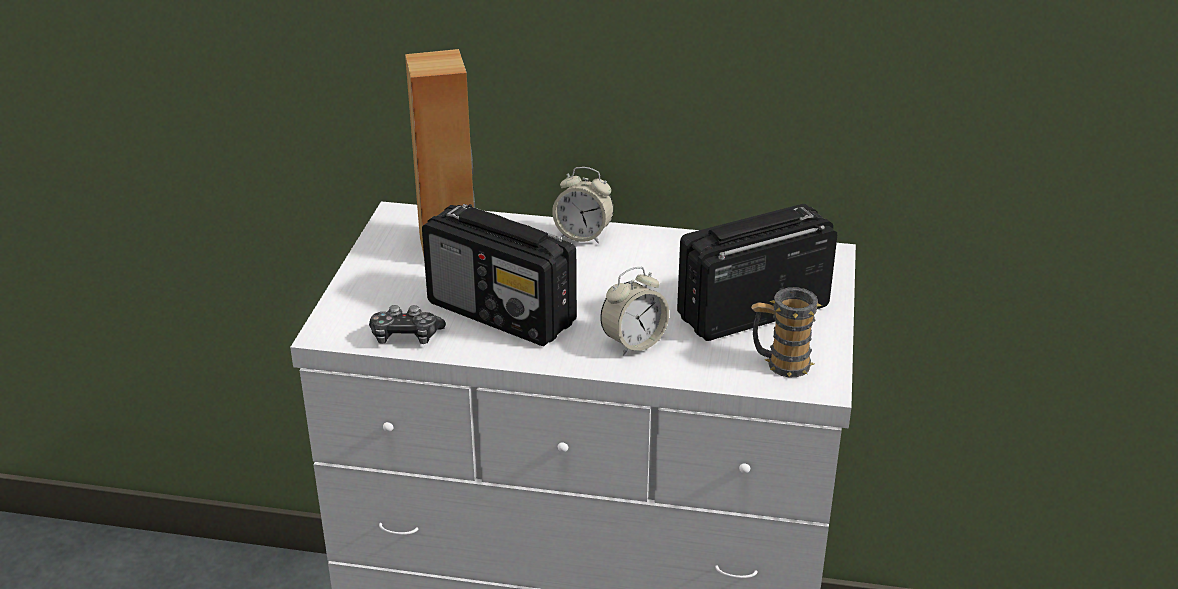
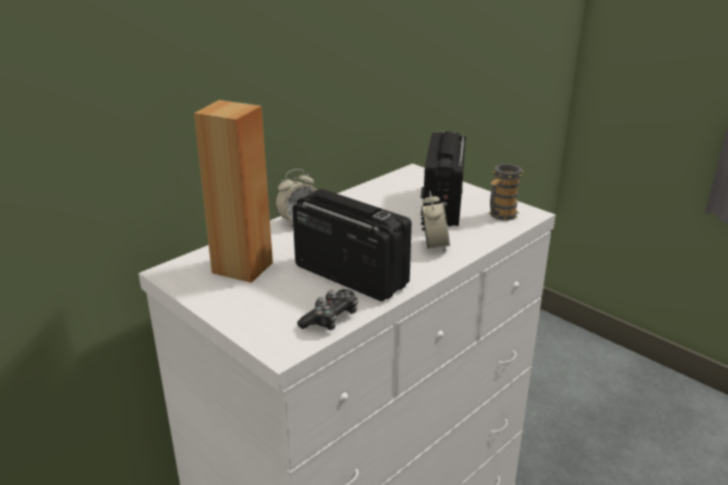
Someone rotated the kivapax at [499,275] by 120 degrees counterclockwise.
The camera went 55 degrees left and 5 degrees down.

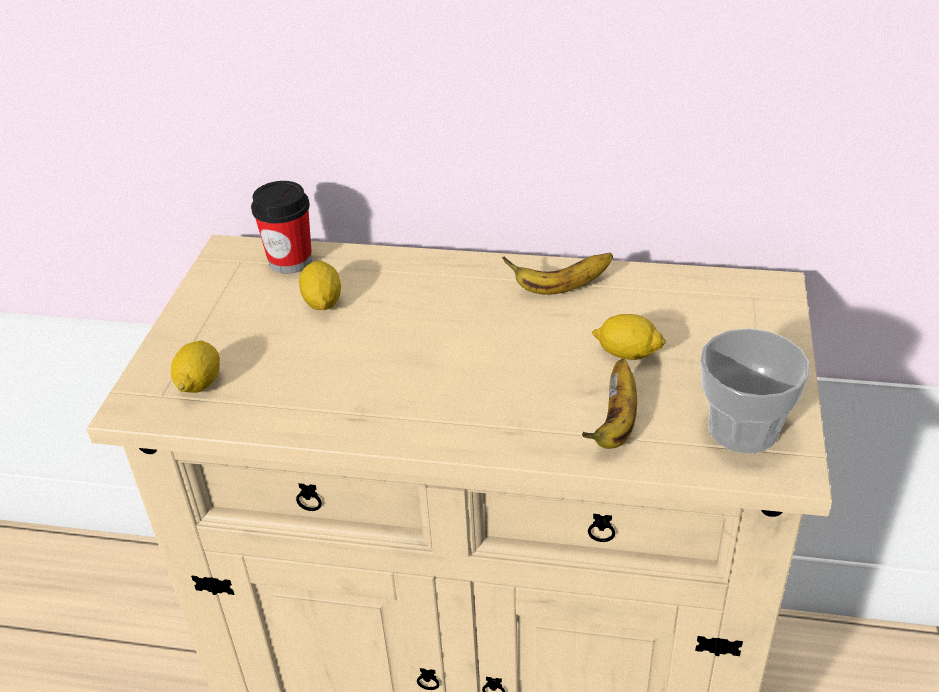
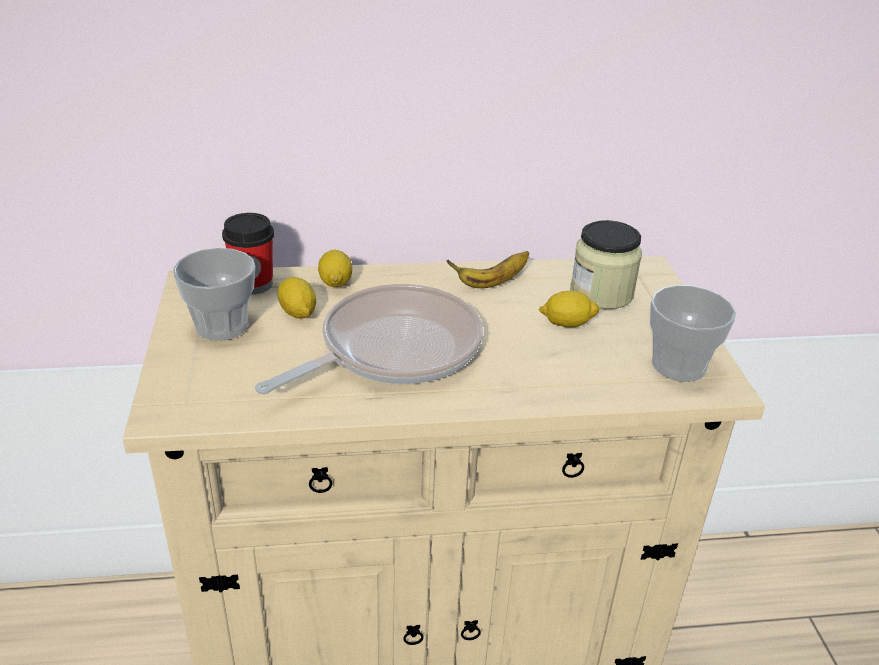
Someone took away the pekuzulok at [609,404].
Someone put down the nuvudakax at [214,294].
Someone put down the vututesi at [369,339].
Someone put down the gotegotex at [606,264].
Someone carried the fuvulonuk from [195,366] to [335,268].
The camera went 20 degrees left and 5 degrees down.

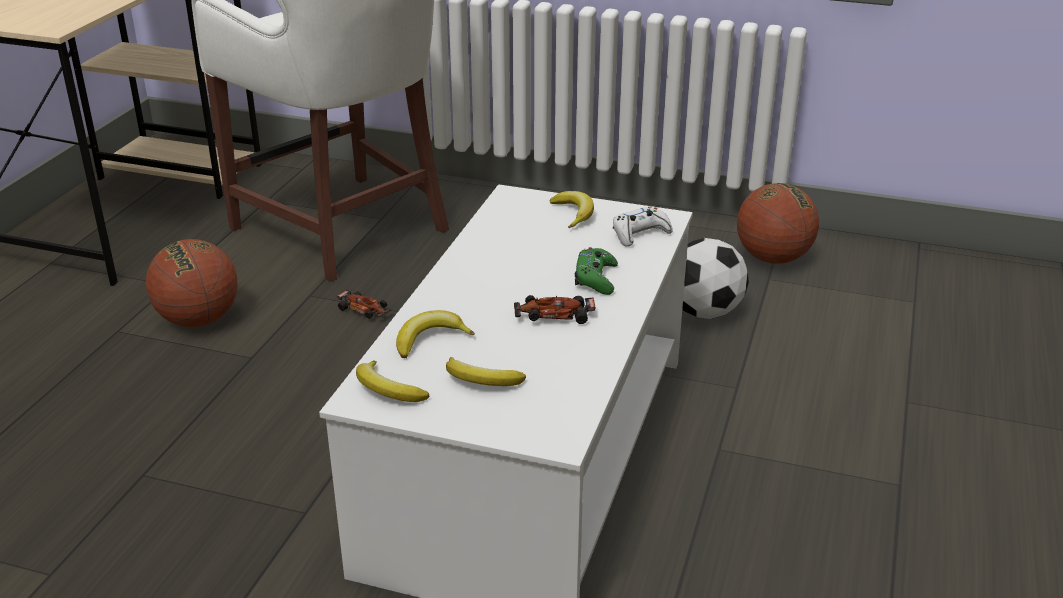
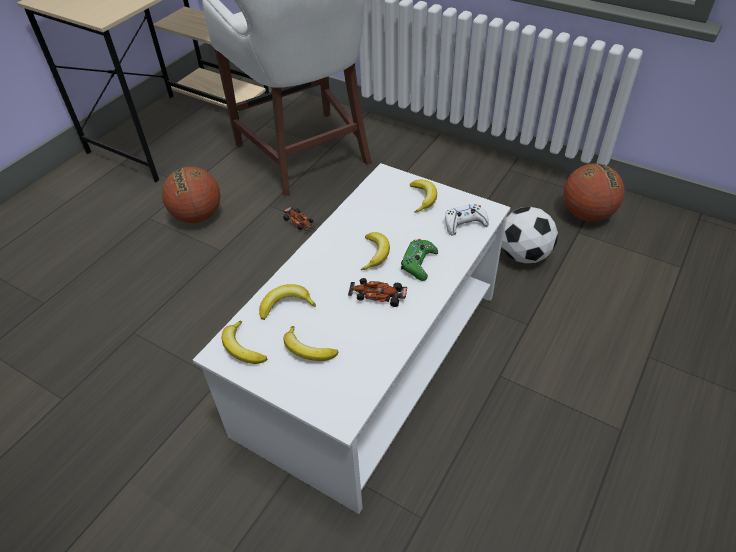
Someone put down the pekuzulok at [375,251].
The camera went 15 degrees right and 15 degrees up.

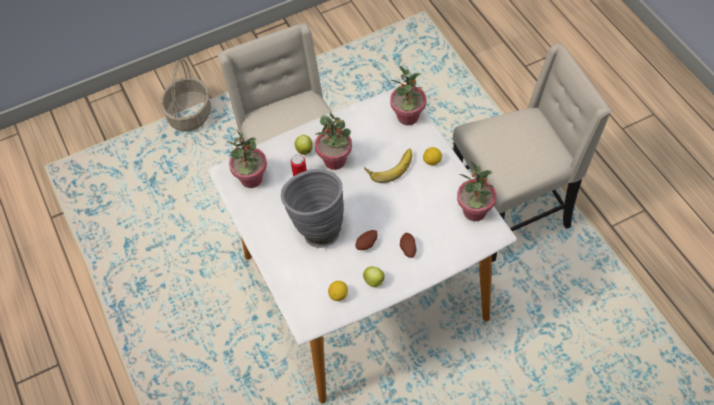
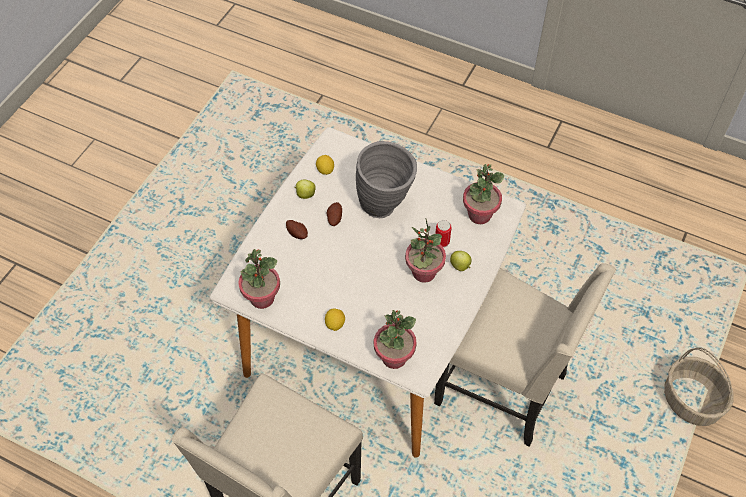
Someone took away the pekuzulok at [388,165].
The camera went 140 degrees right and 0 degrees up.

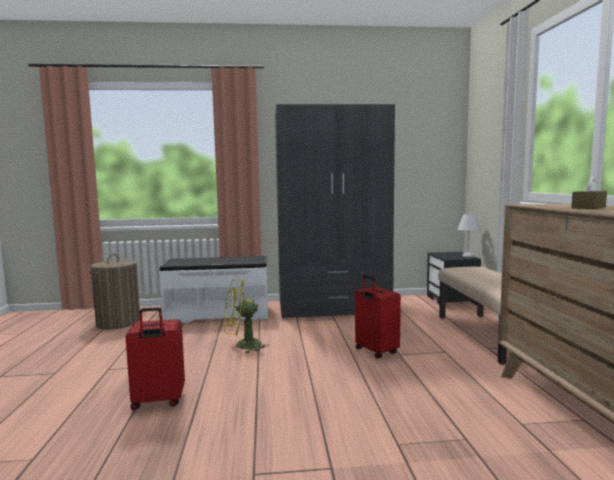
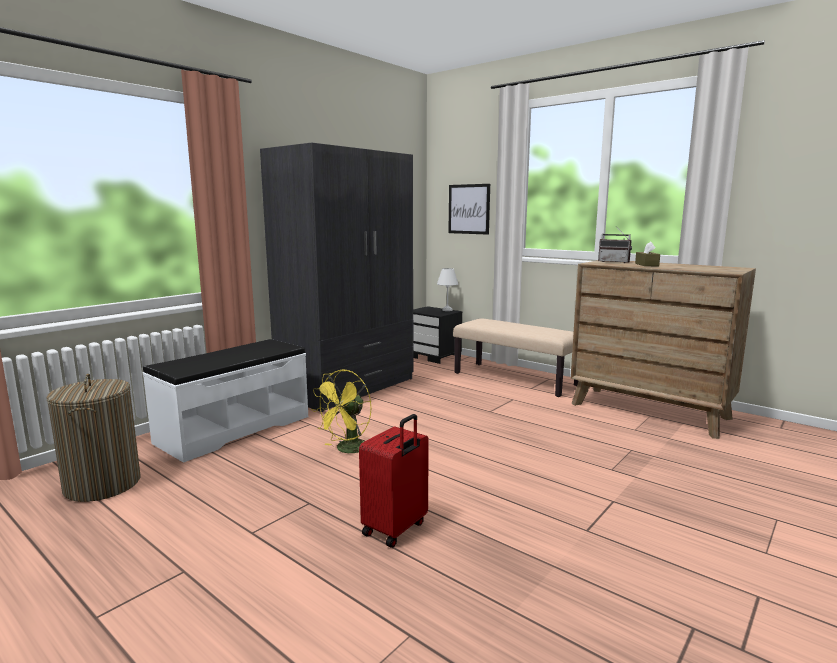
Someone took away the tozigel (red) at [378,316].
Someone put up the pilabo at [469,209].
Someone put down the kivapax at [615,248].
The camera went 45 degrees left and 5 degrees up.

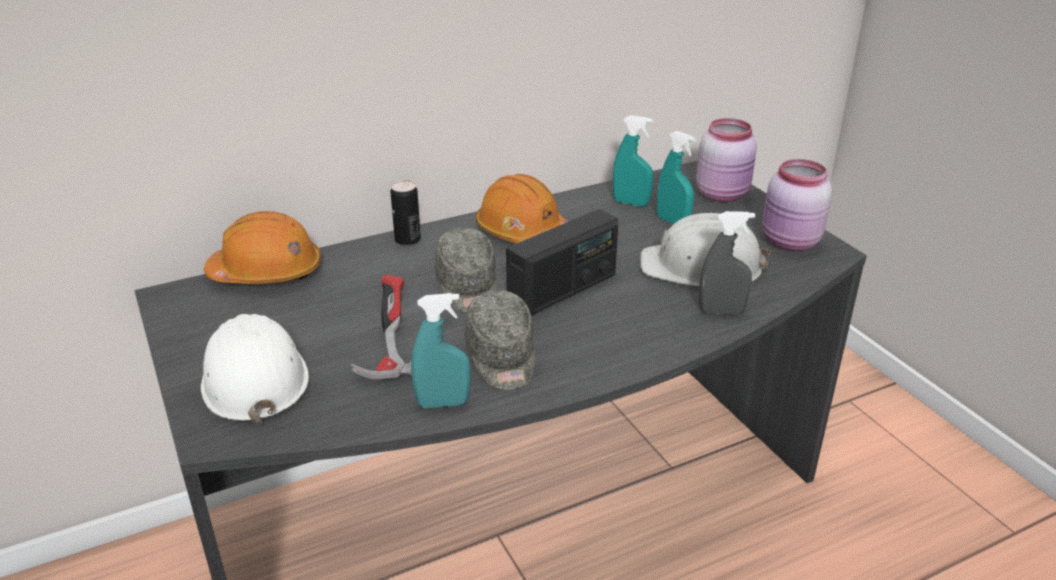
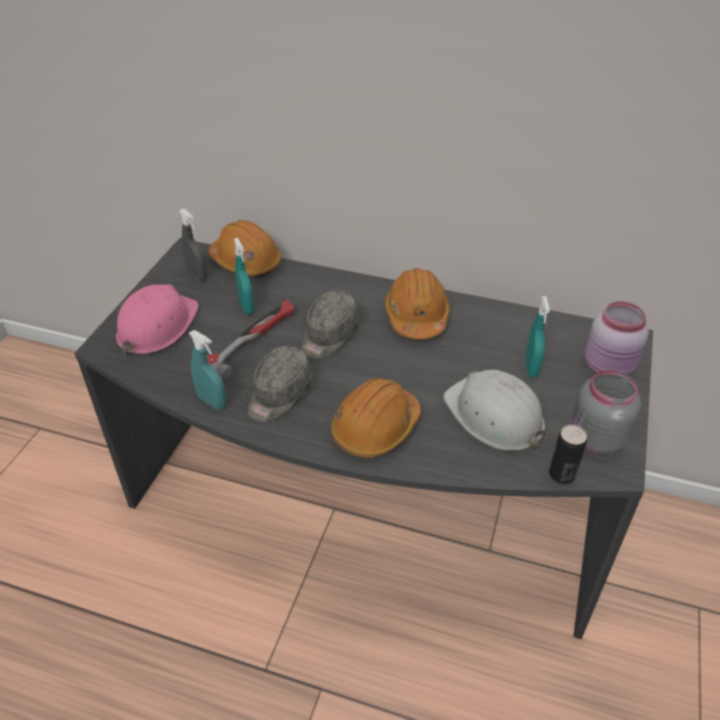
Someone took away the kivapax at [562,262].
Someone put down the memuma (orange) at [376,417].
Someone carried the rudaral from [405,213] to [568,454].
Someone carried the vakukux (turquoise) from [633,160] to [244,276].
Someone carried the vakukux (grey) from [727,262] to [193,244].
Someone repainted the memuma (white) at [255,370], which became the memuma (pink) at [157,319].
Someone repainted the gotegotex (pink) at [797,205], which became the gotegotex (grey) at [606,412].
The camera went 45 degrees right and 10 degrees up.

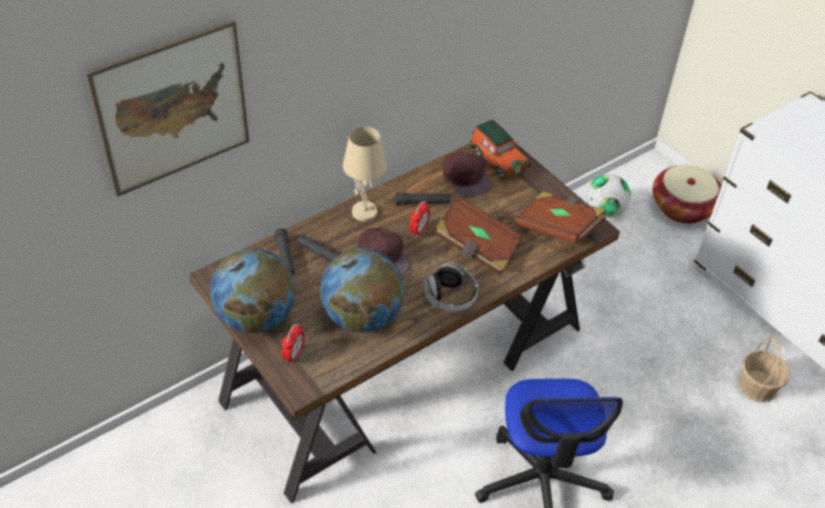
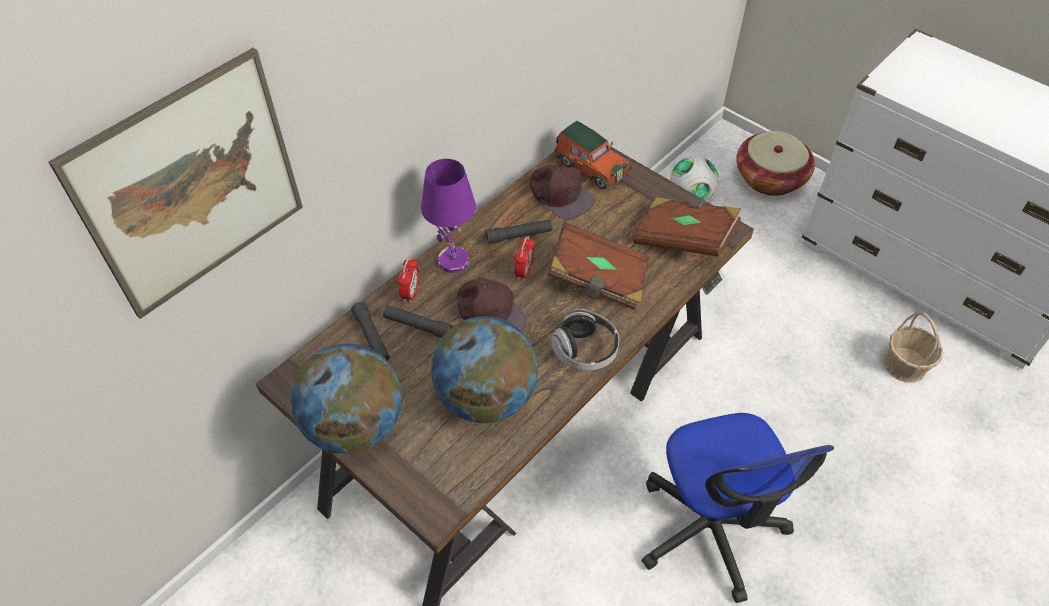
Someone carried the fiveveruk from [293,344] to [408,280].
Someone repainted the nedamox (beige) at [365,174], which became the nedamox (purple) at [448,216].
The camera went 10 degrees left and 5 degrees up.

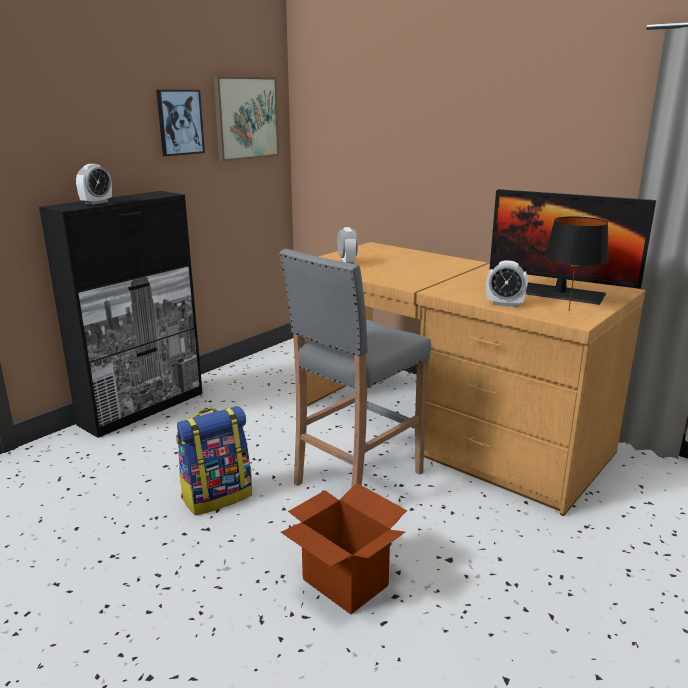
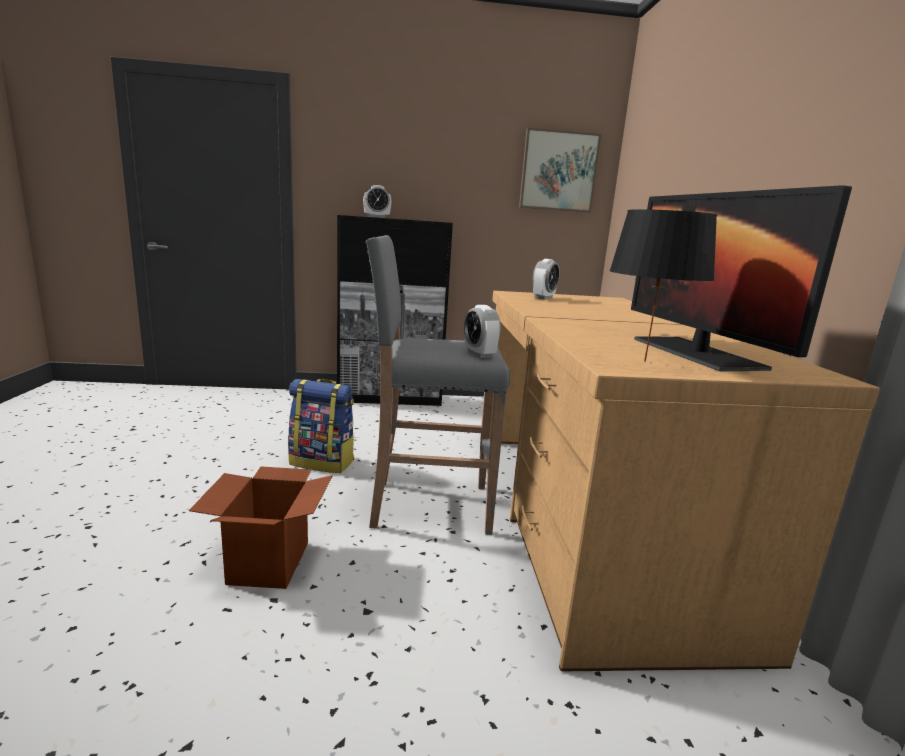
Someone took away the pilabo at [180,123].
Someone carried the fiveveruk from [507,283] to [482,331].
The camera went 45 degrees right and 5 degrees down.

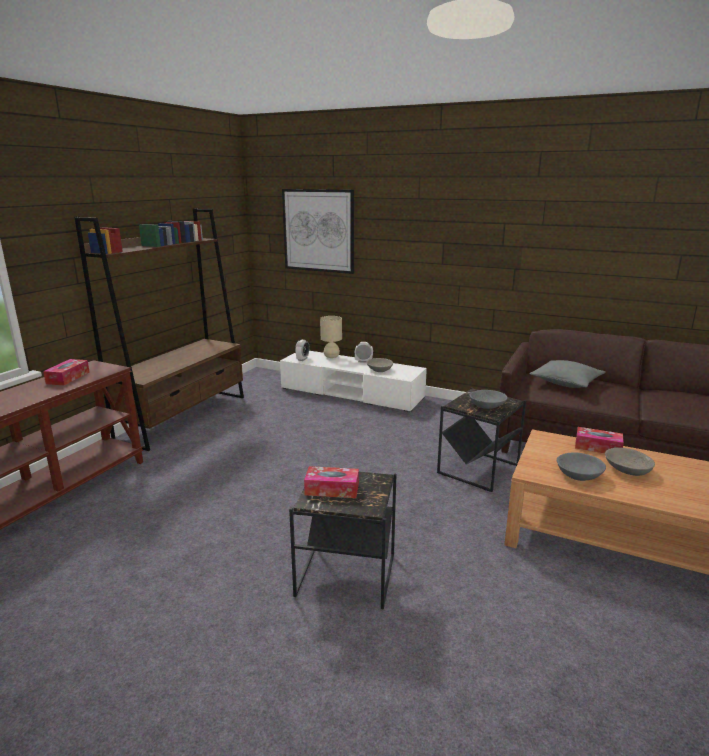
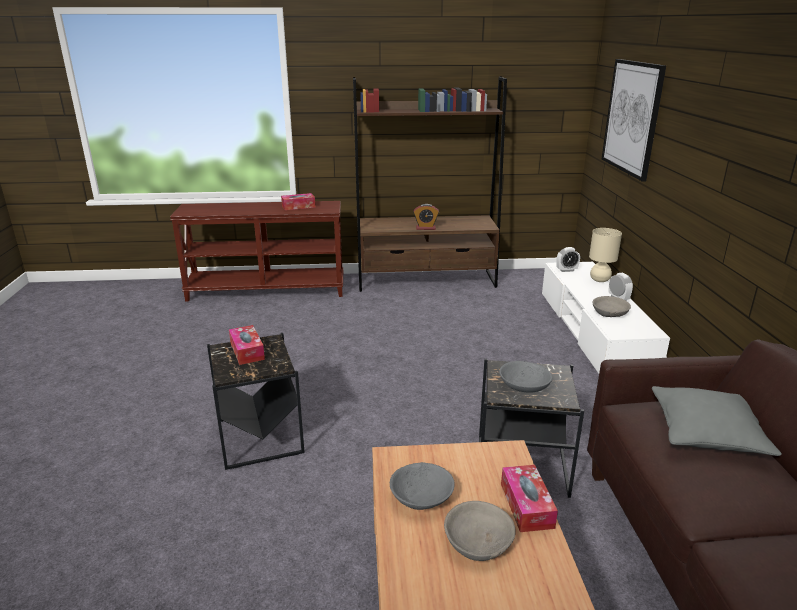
Someone put down the fiveveruk at [426,217].
The camera went 60 degrees right and 5 degrees up.

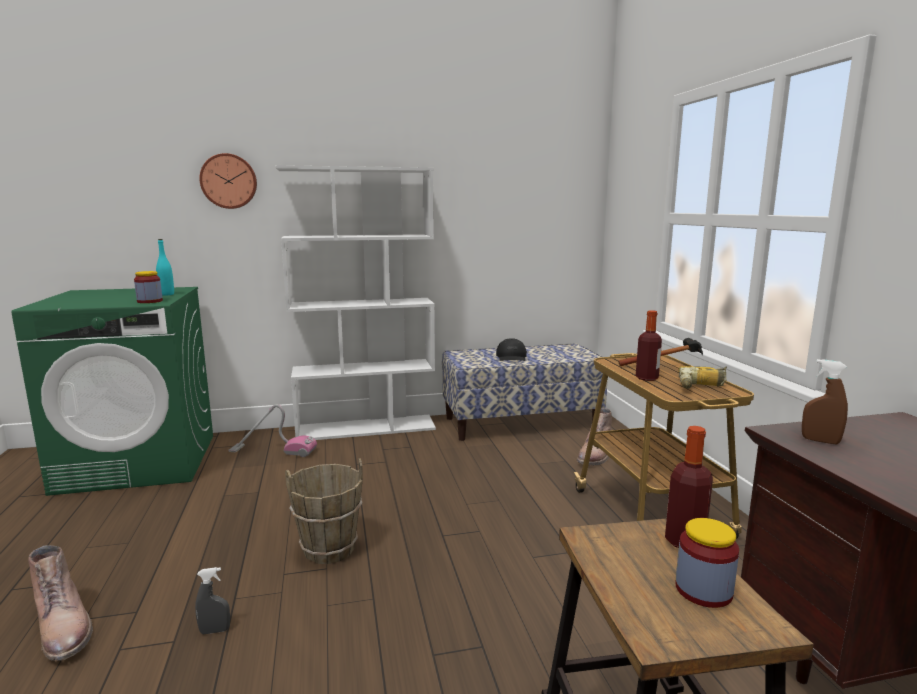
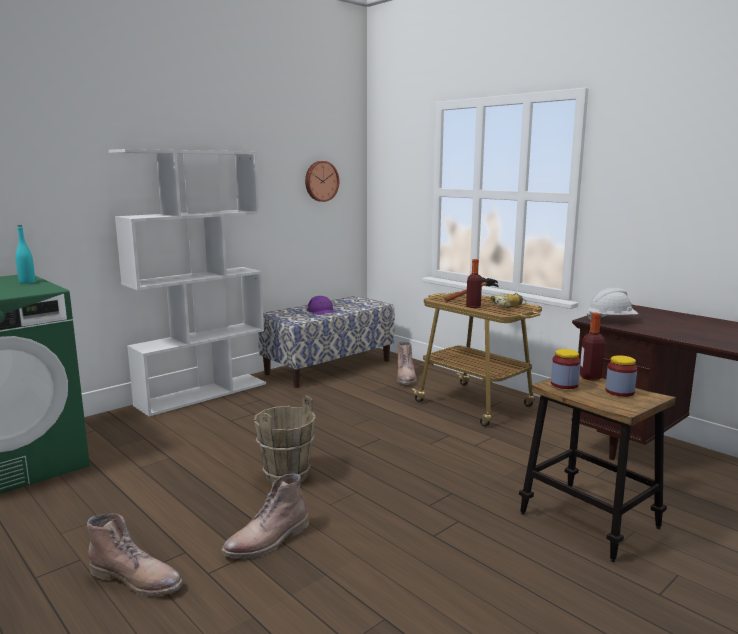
Someone took away the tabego at [272,430].
Someone carried the gotegotex from [148,287] to [566,369].
Someone carried the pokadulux from [228,181] to [322,181].
Someone swapped the vakukux (grey) at [212,600] for the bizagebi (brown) at [265,516].
Someone swapped the vakukux (brown) at [825,401] for the memuma (white) at [613,304].
Someone repainted the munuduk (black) at [511,349], which became the munuduk (purple) at [322,305].
The camera went 30 degrees left and 0 degrees up.

